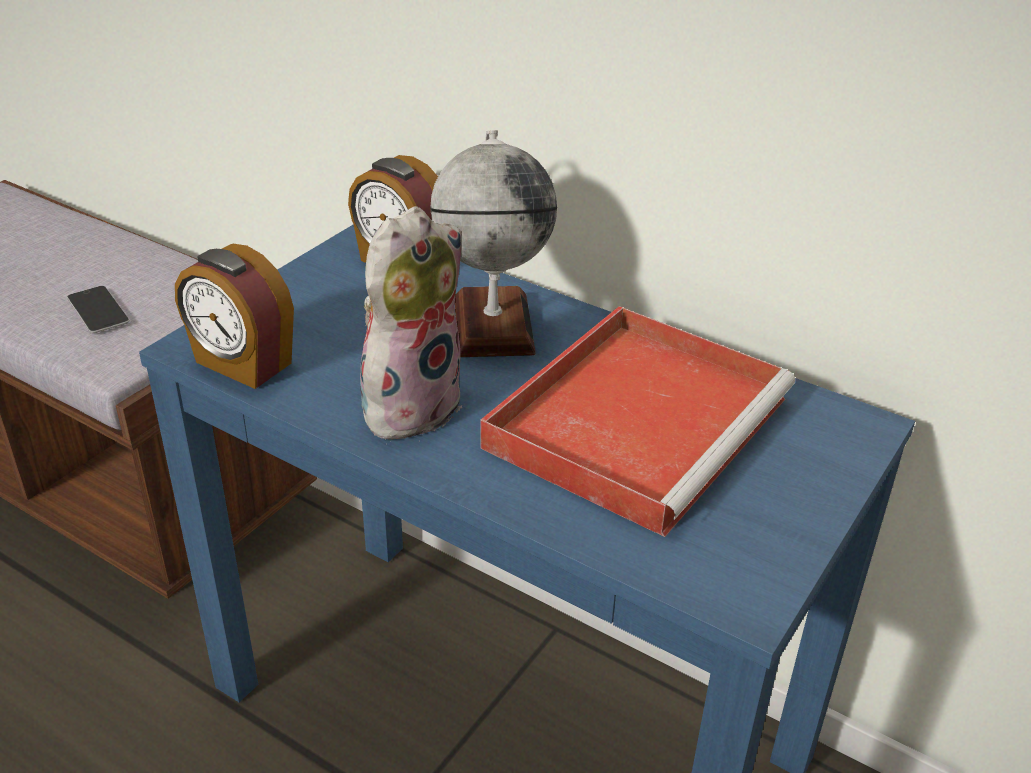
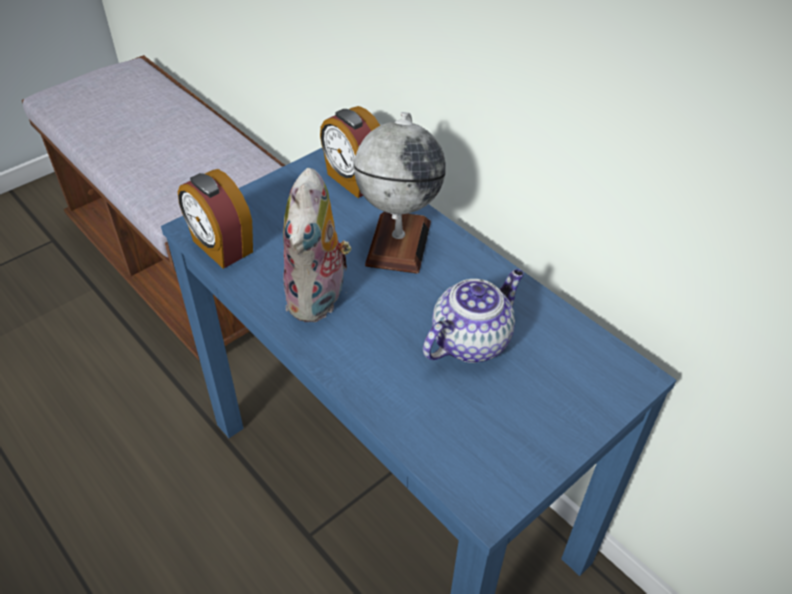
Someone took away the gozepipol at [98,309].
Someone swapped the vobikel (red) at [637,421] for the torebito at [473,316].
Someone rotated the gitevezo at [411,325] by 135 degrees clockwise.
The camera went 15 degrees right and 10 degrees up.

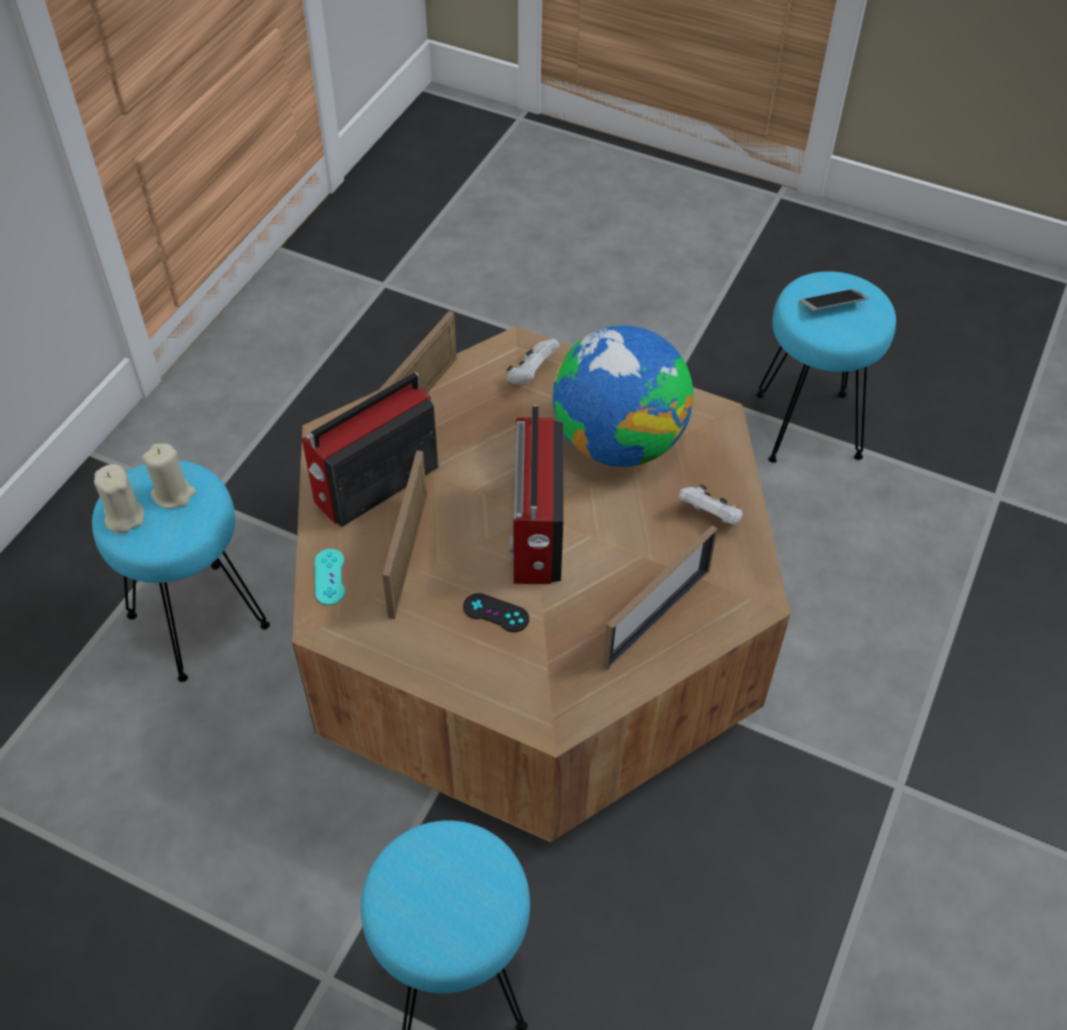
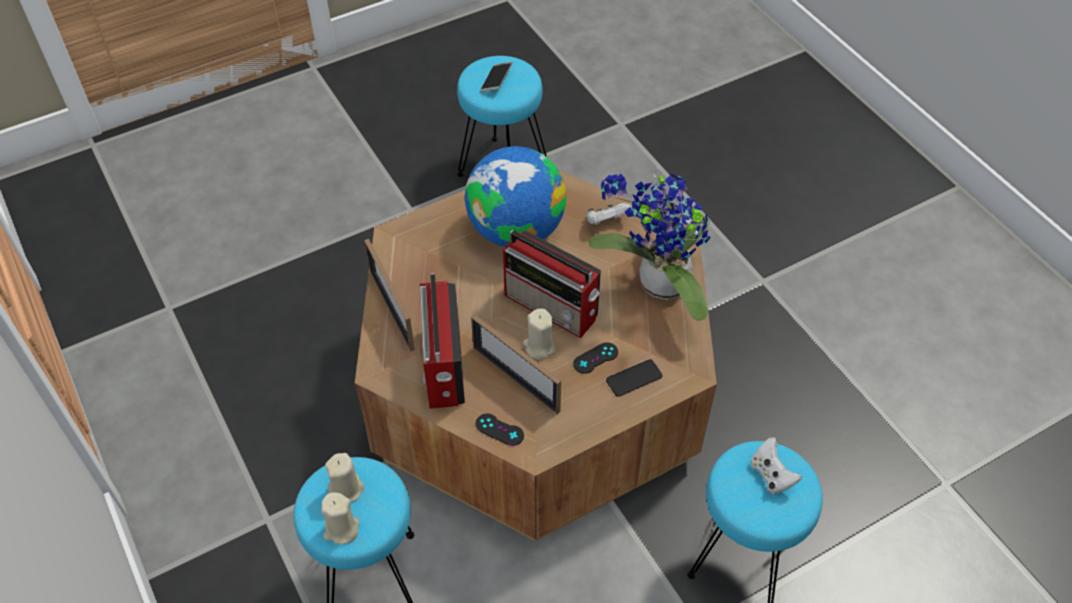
Someone put down the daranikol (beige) at [539,334].
Someone put down the gozepipol at [634,378].
Someone carried the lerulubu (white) from [533,361] to [776,465].
Someone swapped the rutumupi at [660,597] for the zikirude at [649,243].
Someone repainted the lerulubu (turquoise) at [330,577], which became the lerulubu (black) at [499,430].
The camera went 55 degrees left and 0 degrees up.

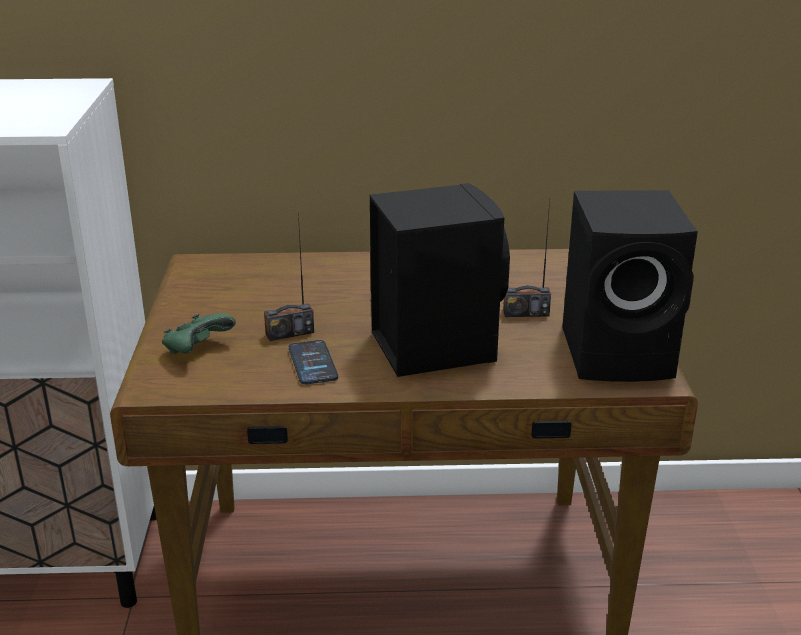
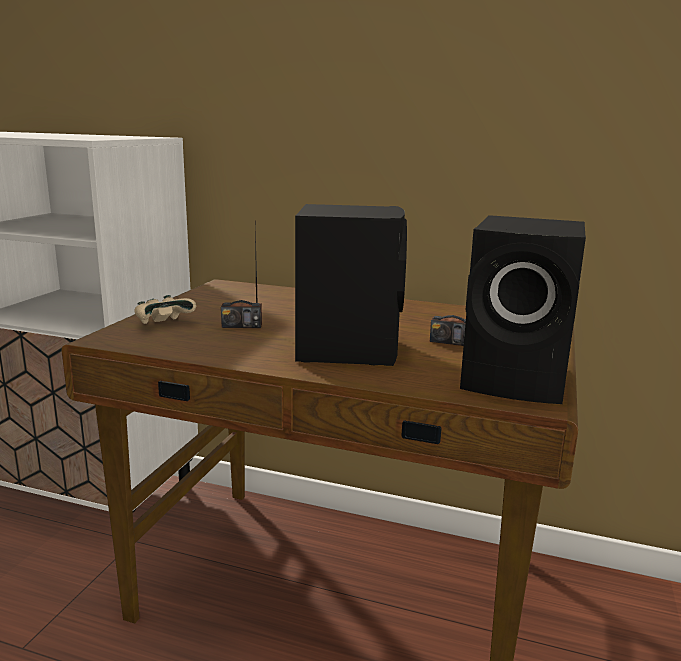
Someone took away the gozepipol at [313,362].
Someone repainted the lerulubu (green) at [199,333], which became the lerulubu (beige) at [165,309].
The camera went 20 degrees right and 10 degrees down.

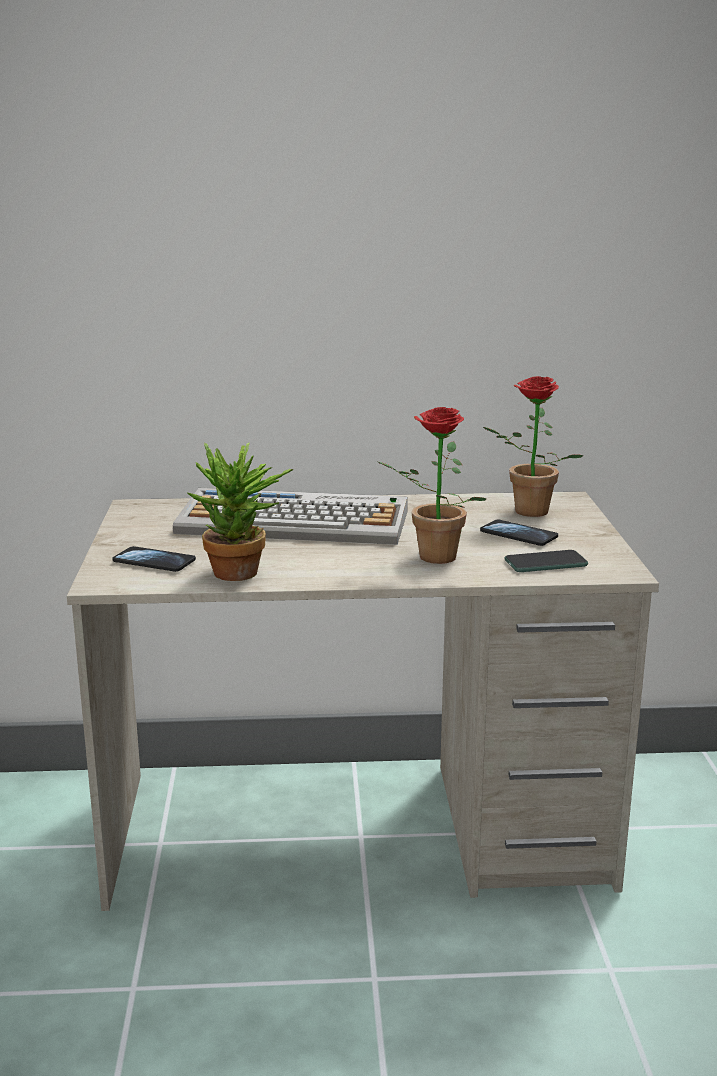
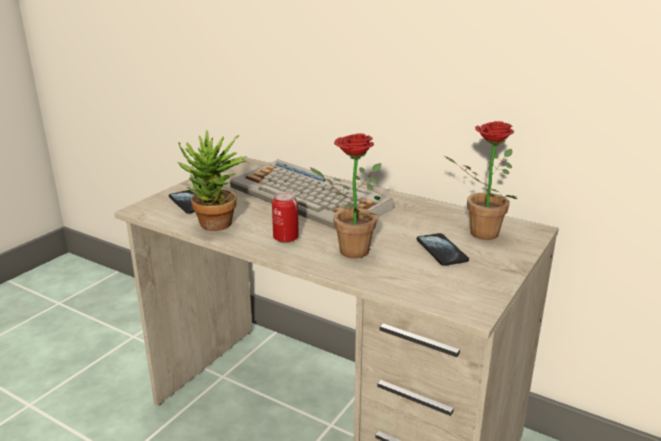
Someone took away the gozepipol at [546,561].
Someone put down the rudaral at [285,217].
The camera went 35 degrees right and 5 degrees up.

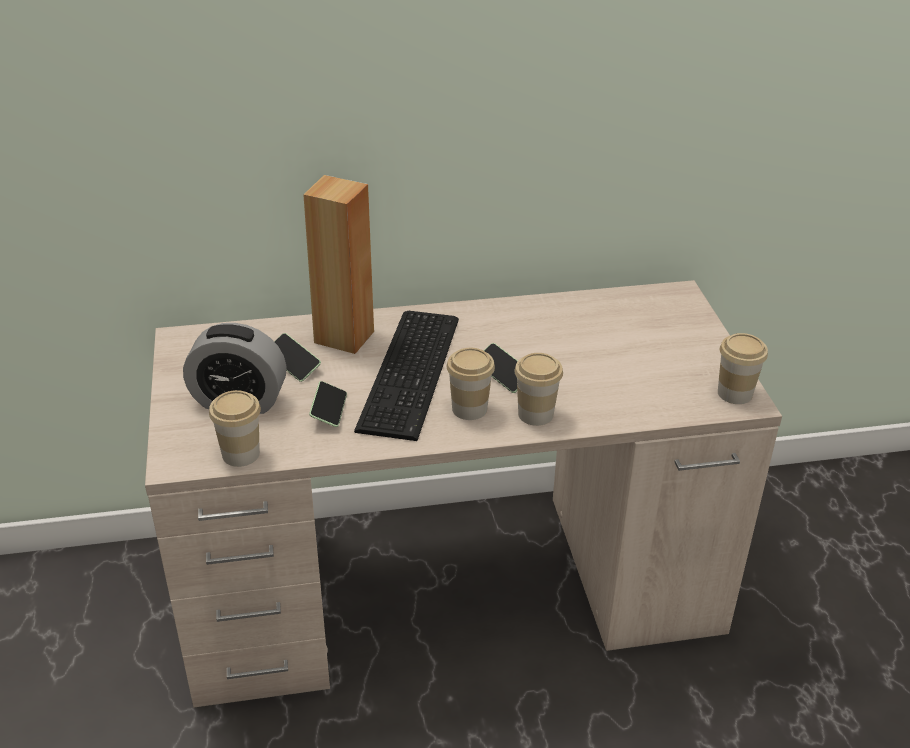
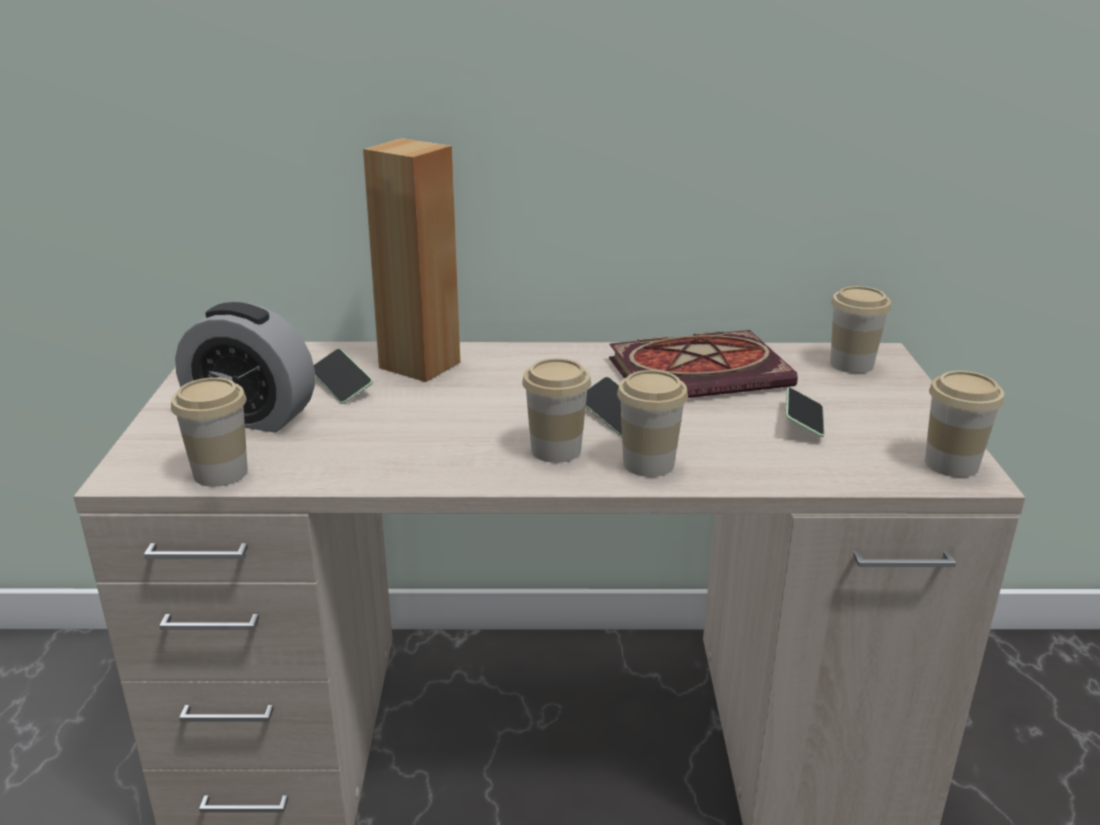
Someone took away the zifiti at [406,376].
Someone put down the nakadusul at [703,364].
Someone put down the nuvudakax at [860,329].
Someone carried the gozepipol from [328,404] to [805,412].
The camera went 10 degrees right and 10 degrees down.

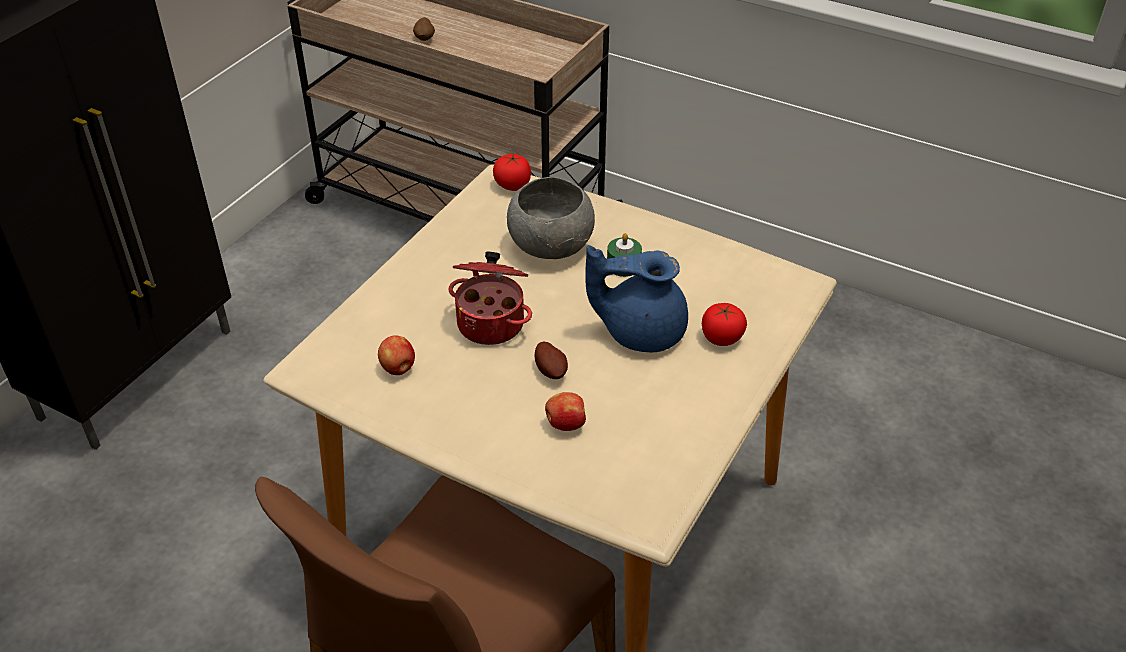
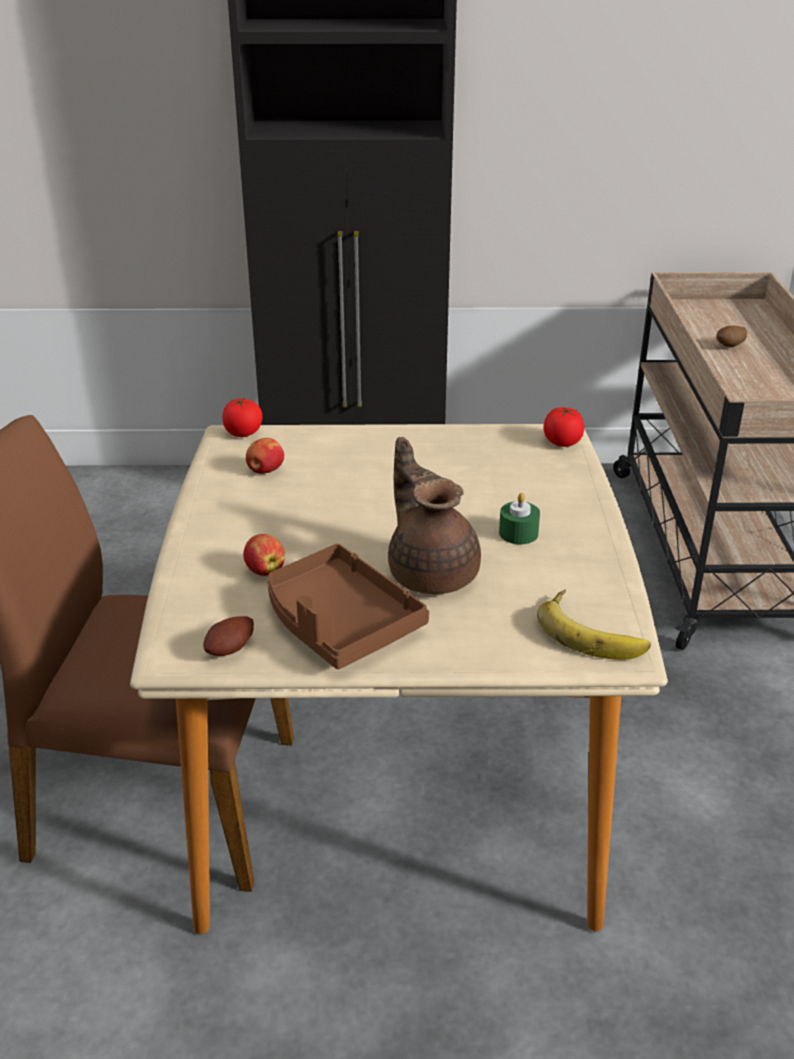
Someone took away the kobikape at [490,298].
Someone took away the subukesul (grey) at [551,218].
Someone put down the vobikel (brown) at [348,606].
Someone put down the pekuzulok at [594,625].
Someone carried the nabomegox from [551,360] to [228,636].
Someone carried the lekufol from [724,324] to [242,417].
Someone repainted the torebito (blue) at [636,298], which became the torebito (brown) at [434,515].
The camera went 60 degrees right and 10 degrees down.

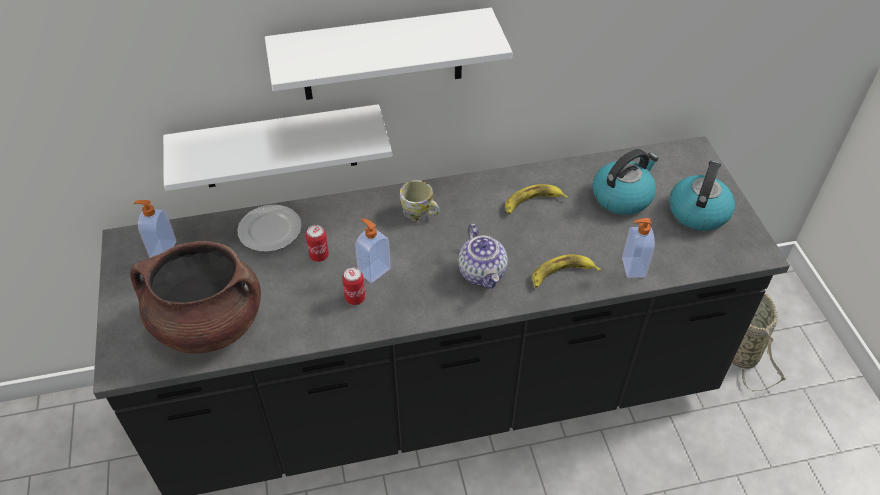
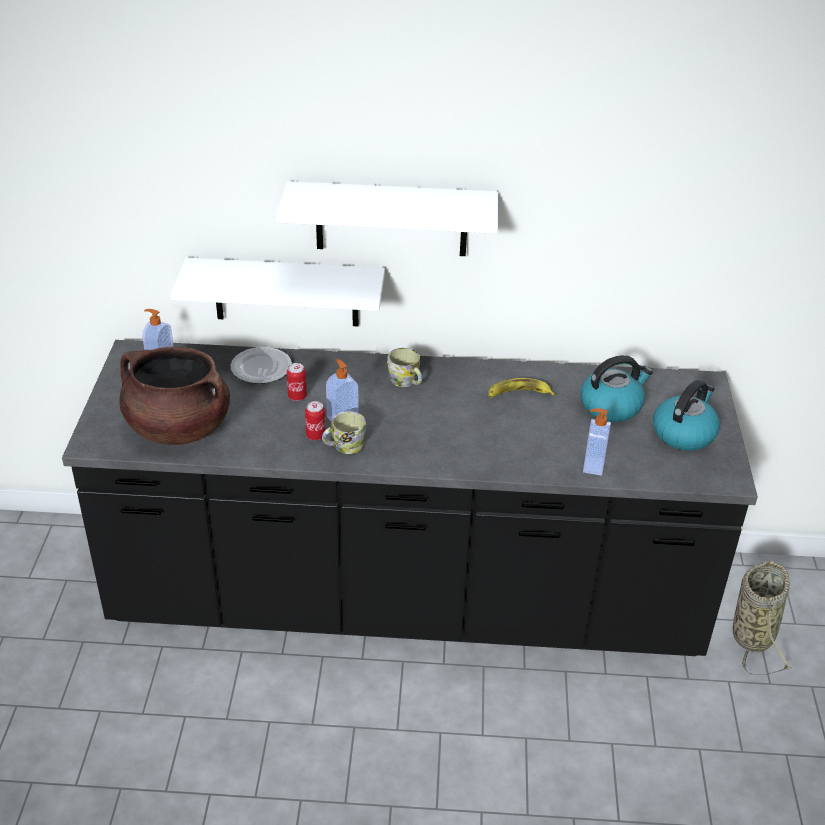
Someone took away the torebito at [483,256].
Someone took away the pekuzulok at [566,271].
Someone put down the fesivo at [344,432].
The camera went 15 degrees right and 10 degrees down.

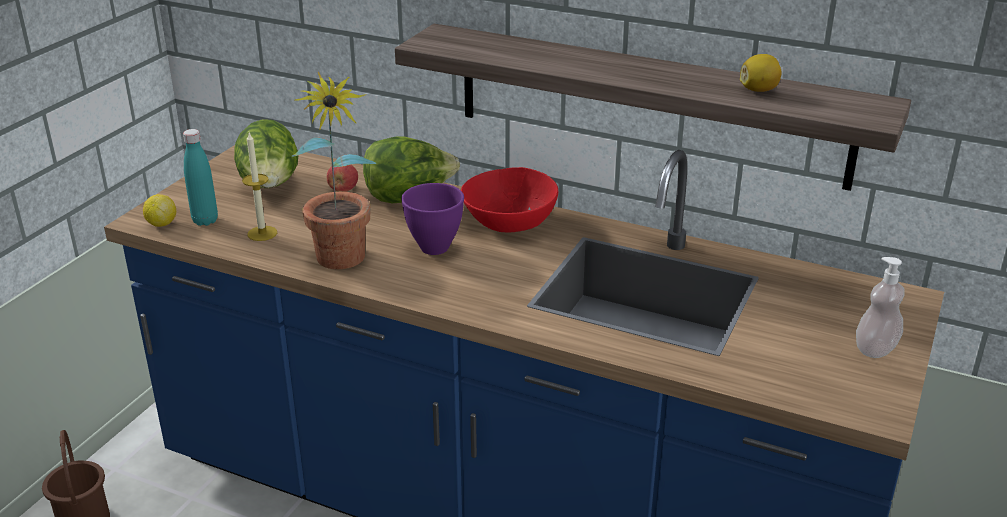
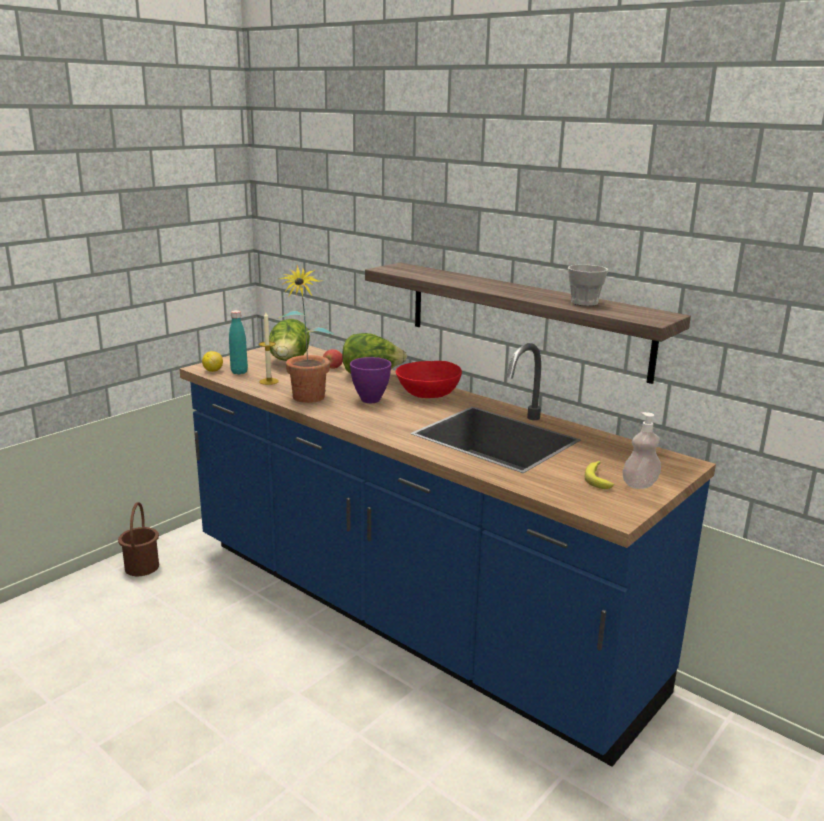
Someone put down the pekuzulok at [599,474].
Someone swapped the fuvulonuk at [760,73] for the nuvudakax at [588,285].
The camera went 15 degrees right and 10 degrees down.

